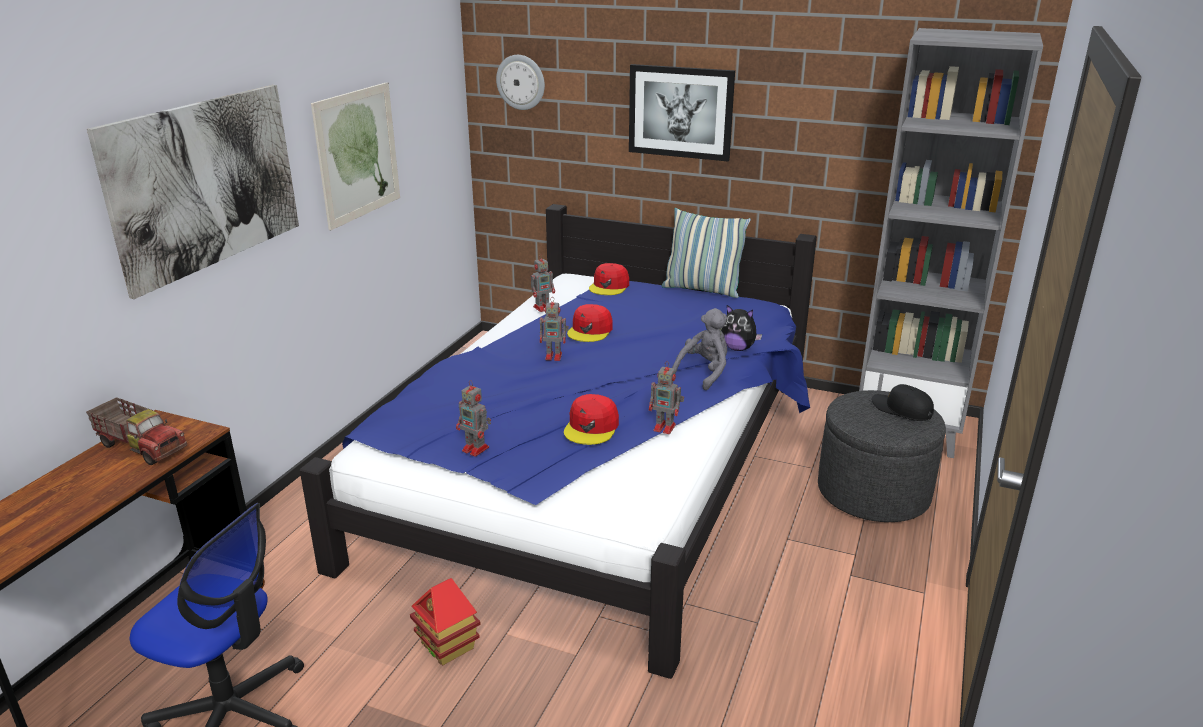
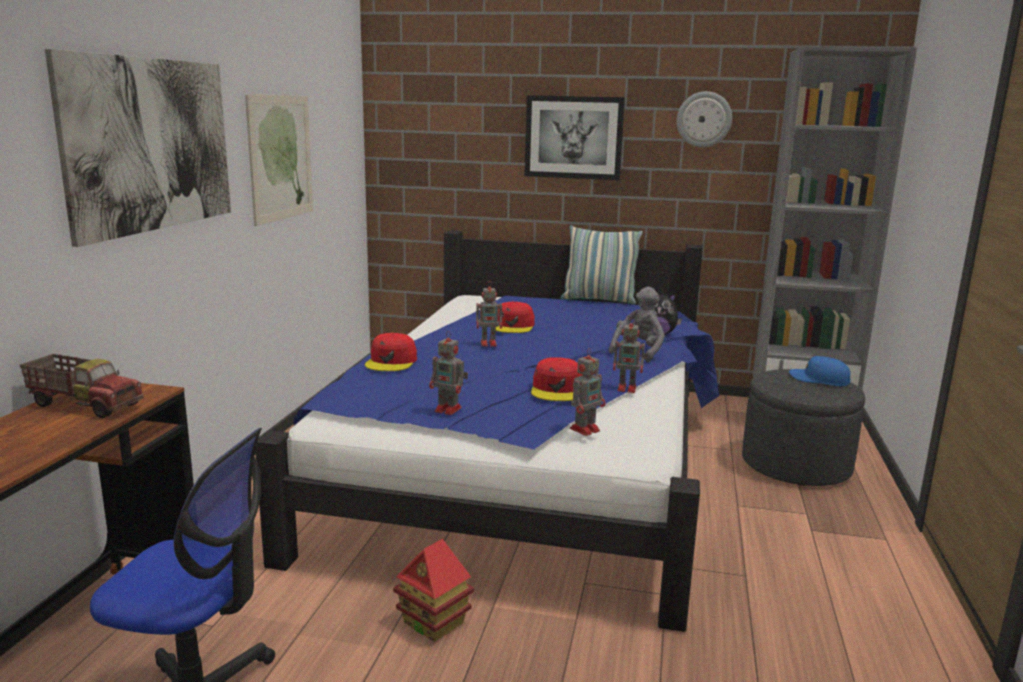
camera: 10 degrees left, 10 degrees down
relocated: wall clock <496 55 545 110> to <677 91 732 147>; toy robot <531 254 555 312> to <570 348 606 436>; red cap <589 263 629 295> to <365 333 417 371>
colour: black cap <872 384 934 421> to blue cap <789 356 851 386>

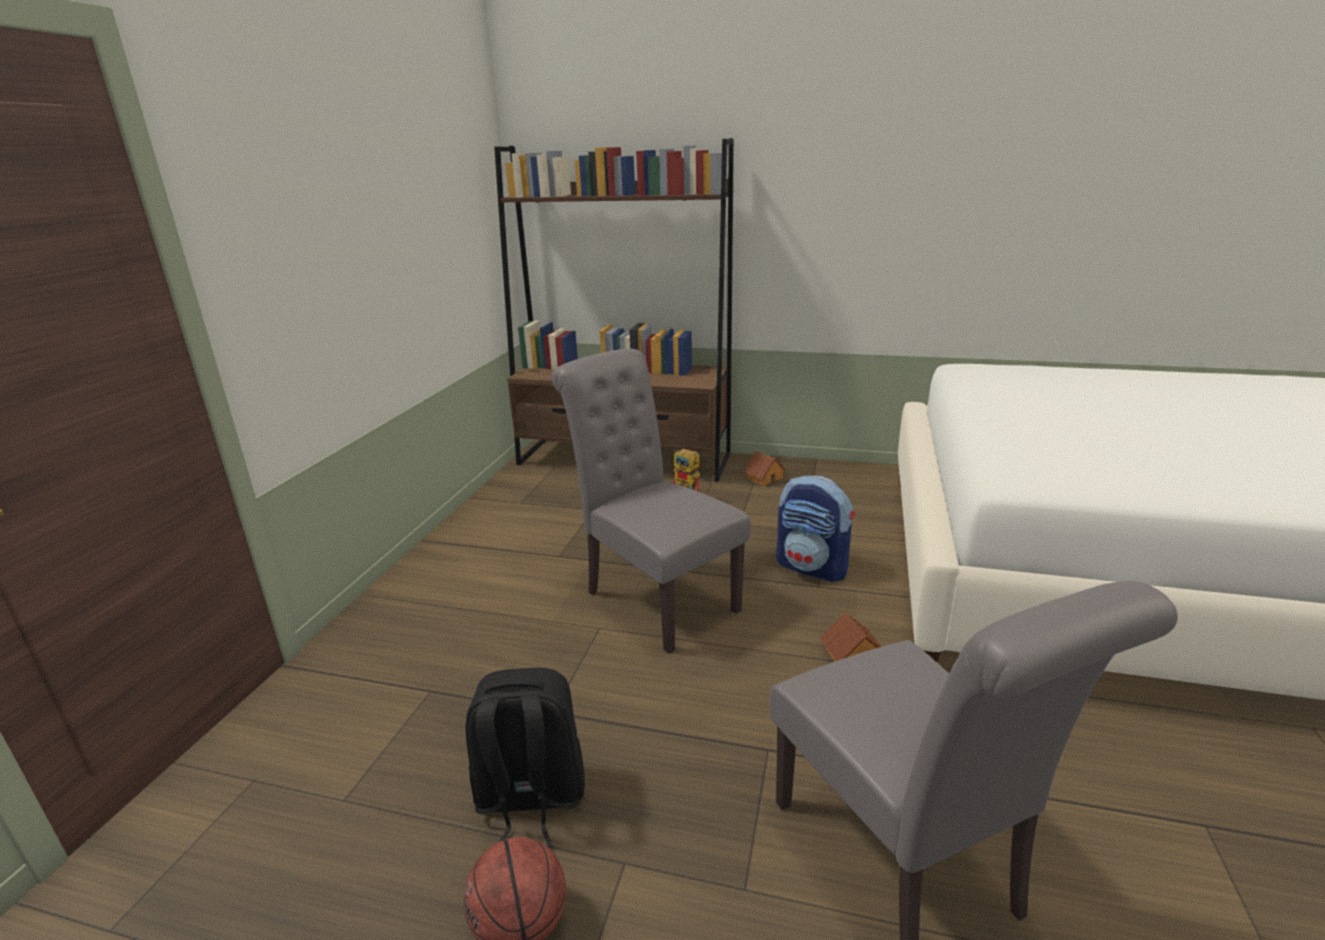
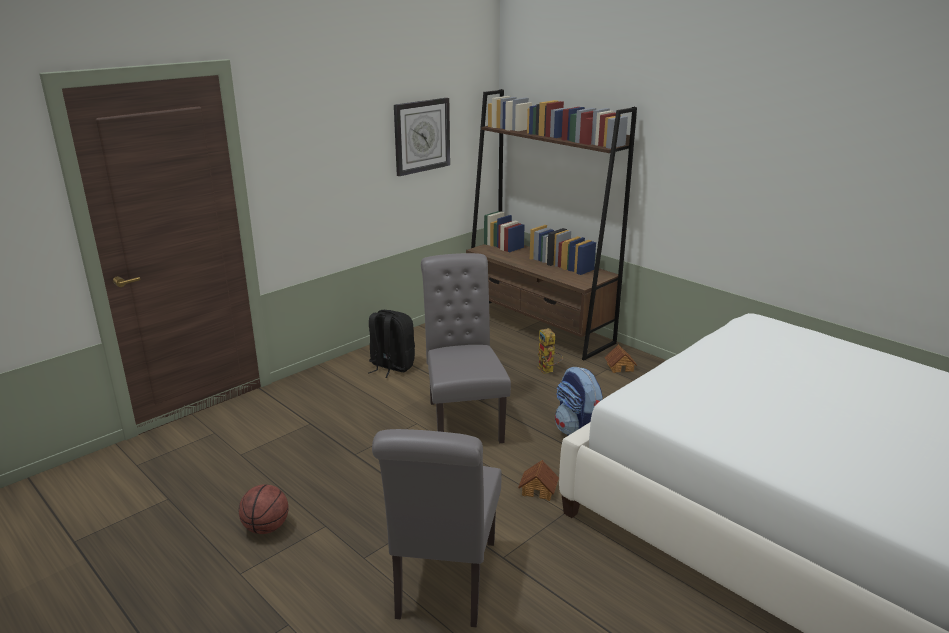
camera: 30 degrees right, 0 degrees up
appeared: wall clock <394 98 450 176>
relocated: black backpack <465 668 585 848> to <368 310 415 378>

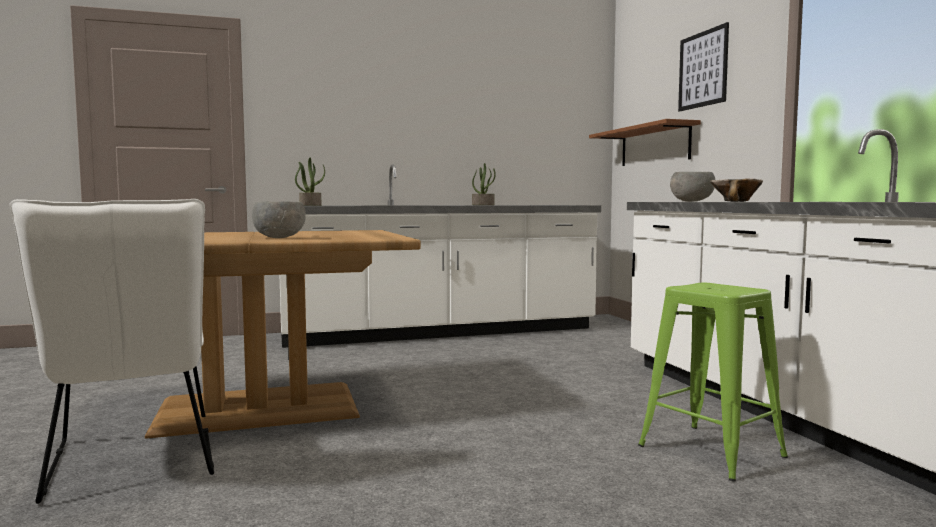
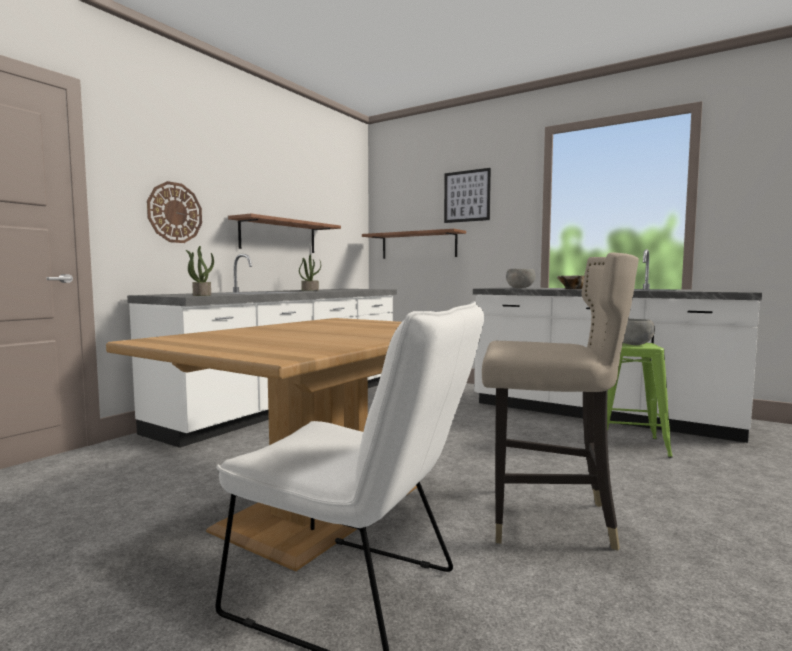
camera: 40 degrees left, 0 degrees up
appeared: wall clock <147 181 202 243>; brown shelf <228 214 341 253>; beige stool <482 252 639 550>
relocated: grey bowl <252 201 306 238> to <623 319 655 345>

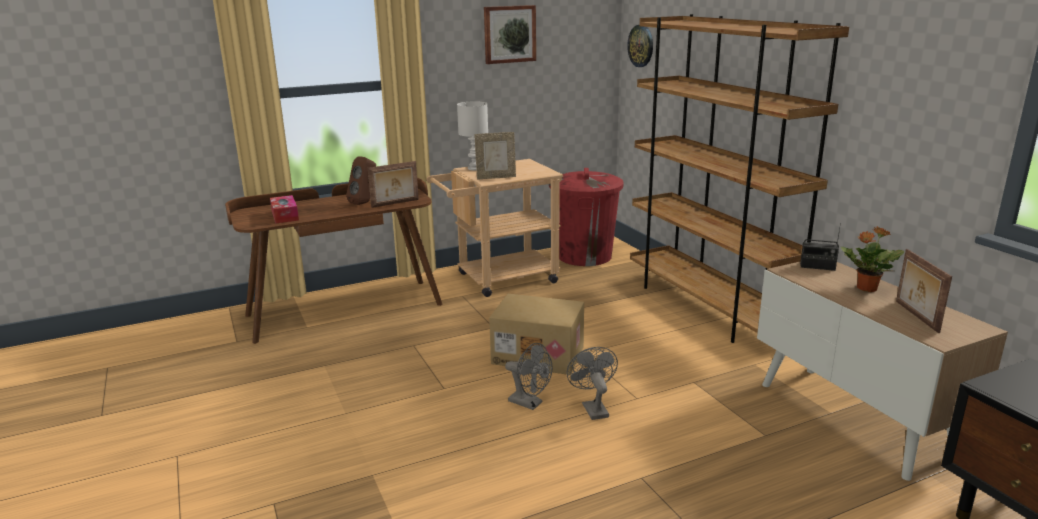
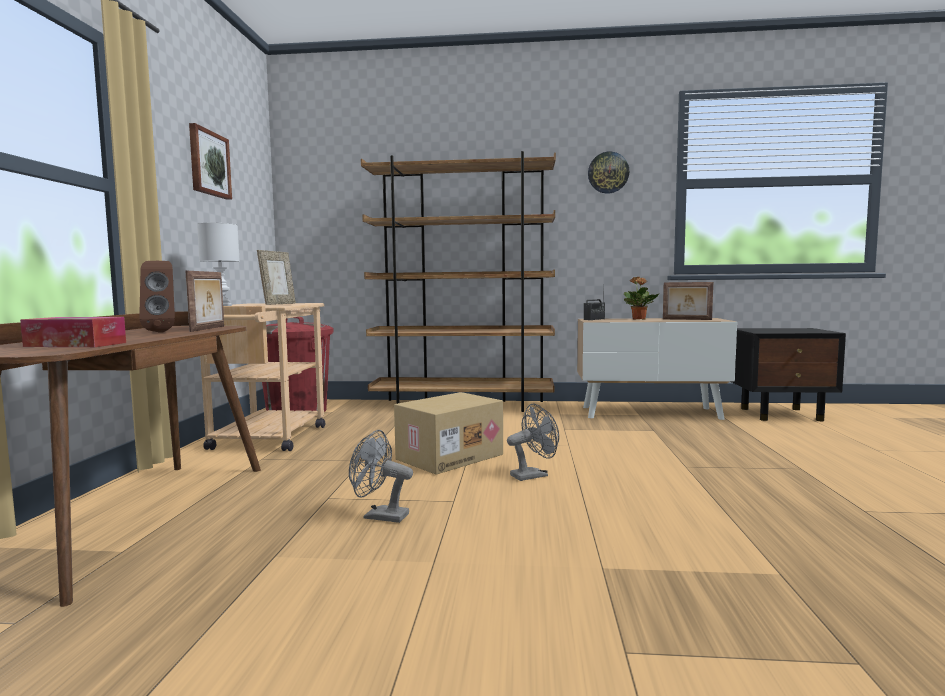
camera: 60 degrees left, 15 degrees down
relocated: grey fan <567 347 618 420> to <349 430 413 523>; wall clock <627 25 653 67> to <588 151 629 194>

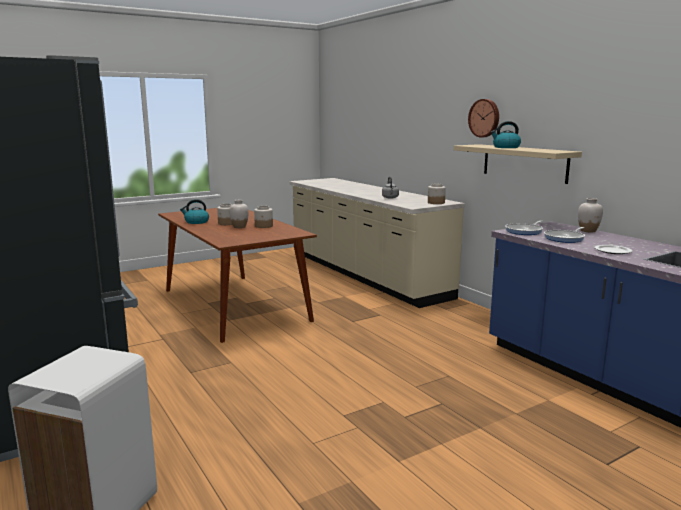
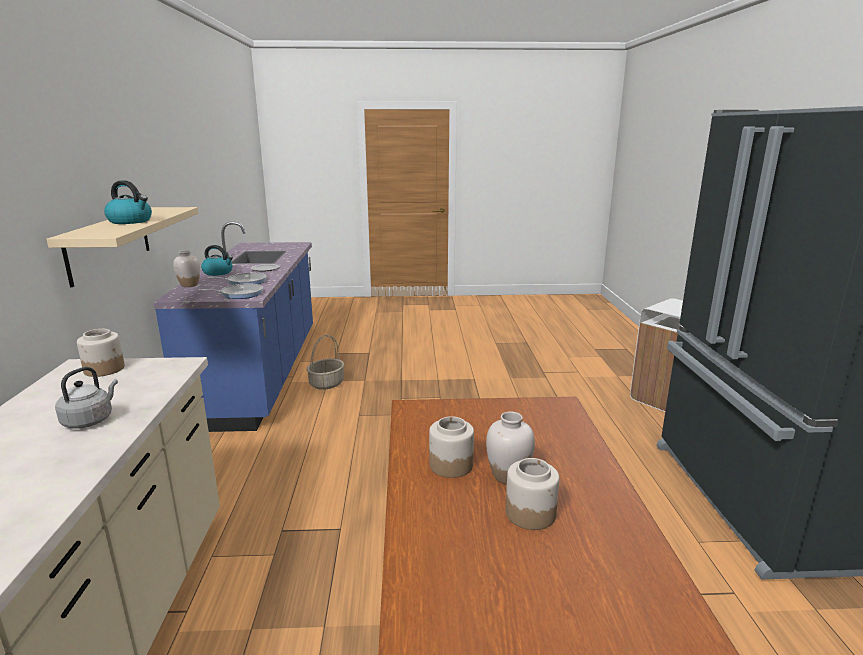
camera: 150 degrees left, 5 degrees up
missing: wall clock <468 99 499 137>
appeared: basket <307 335 344 390>
relocated: kettle <180 199 209 224> to <201 245 233 276>

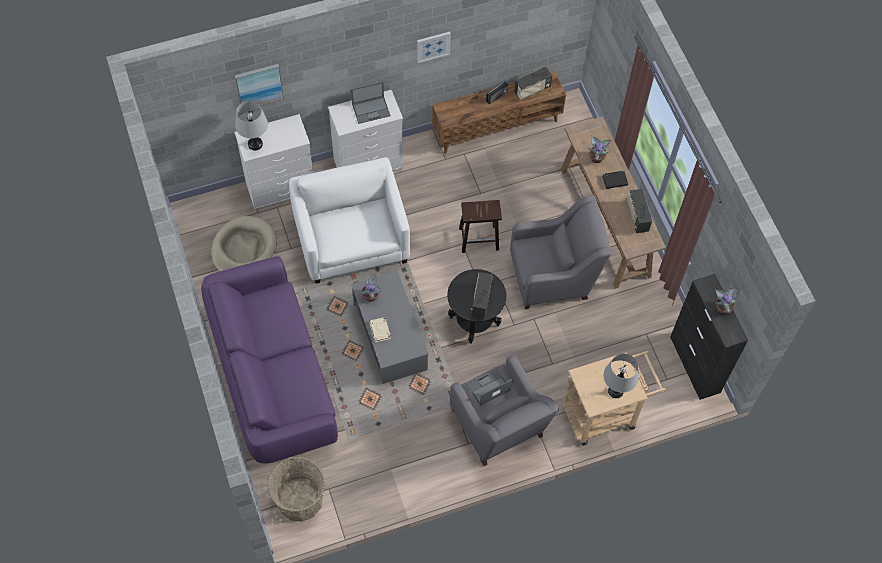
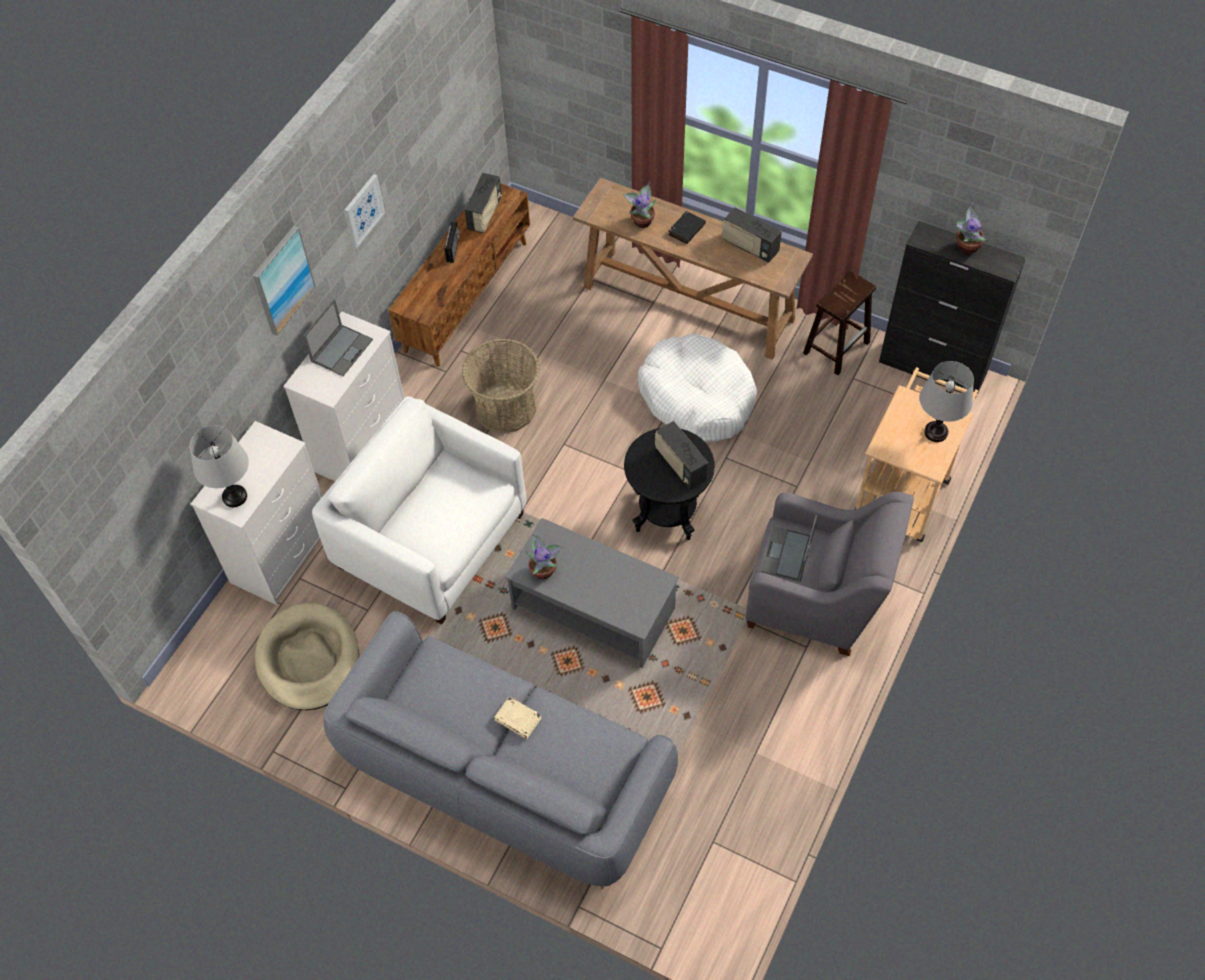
camera: 40 degrees left, 5 degrees down
relocated: picture <235 64 284 106> to <252 226 316 336>; basket <268 457 325 522> to <462 339 540 433>; beige book <369 317 391 342> to <494 696 542 739>; brown stool <459 200 502 253> to <803 272 876 375>
exchanged: grey armchair <510 195 612 309> to white dog bed <638 334 757 442>
colour: purple sofa <201 256 338 464> to grey sofa <323 611 678 889>

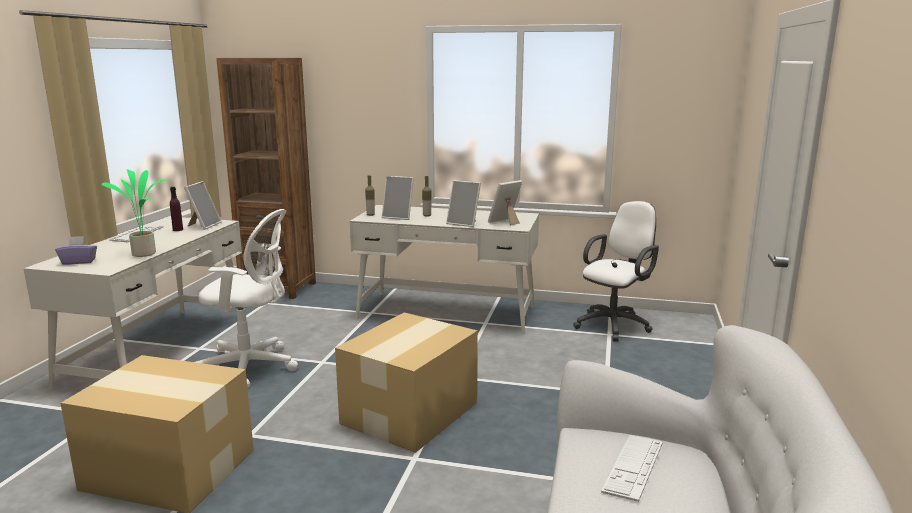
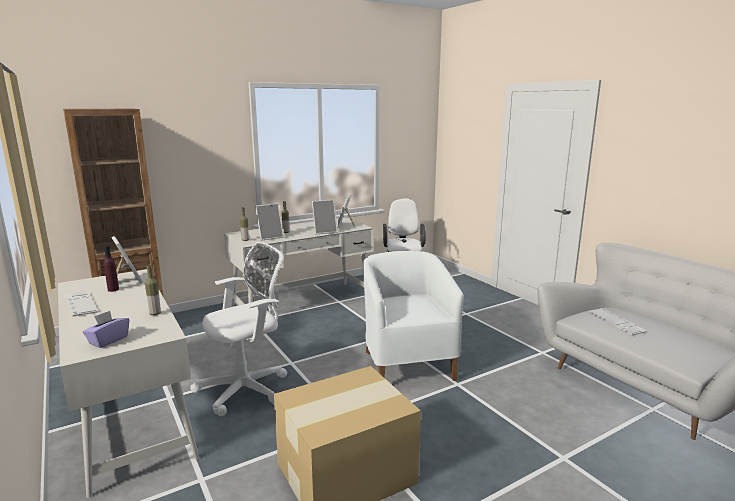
camera: 45 degrees left, 0 degrees up
exchanged: potted plant <101 169 167 257> to bottle <145 264 161 315>; cardboard box <335 312 478 453> to white armchair <363 251 464 381>

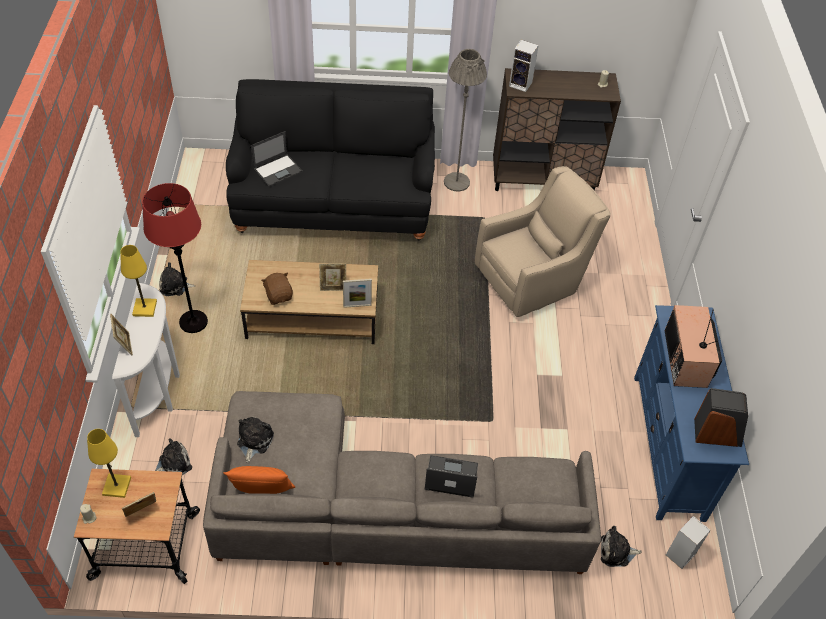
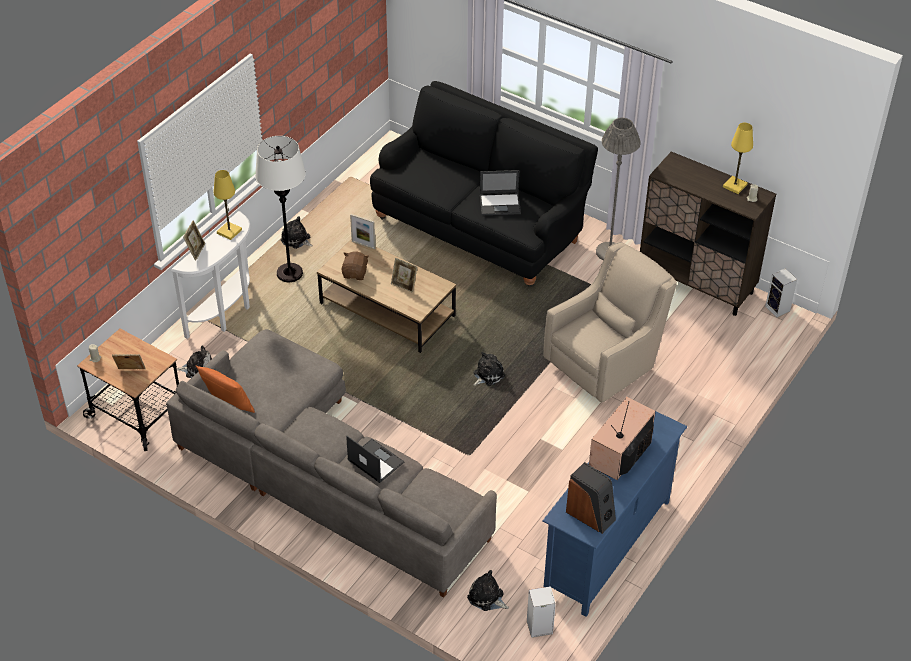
camera: 35 degrees right, 5 degrees down
relocated: yellow table lamp <87 429 131 498> to <723 123 753 194>; plush toy <237 417 274 463> to <474 352 505 386>; laptop <251 131 303 187> to <480 170 521 215>; picture frame <343 279 372 308> to <350 214 375 249>; speaker <509 40 539 92> to <765 268 797 318>
colour: red floor lamp <142 183 208 333> to white floor lamp <255 136 306 282>
spun: beige armchair <475 166 611 317> = <543 242 677 402> 45 degrees counterclockwise

